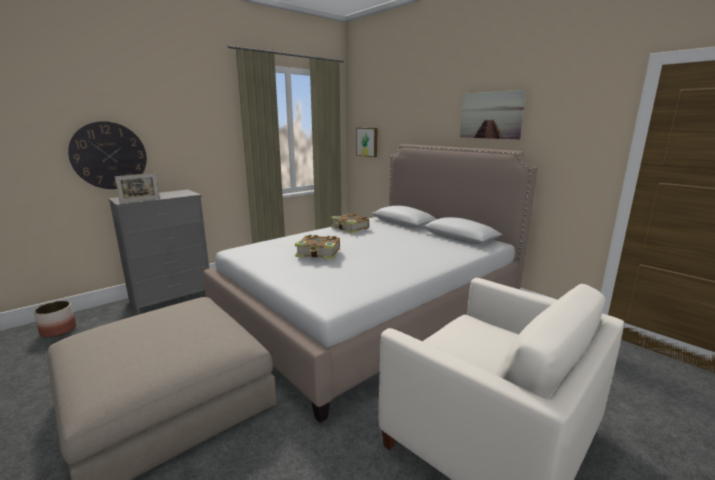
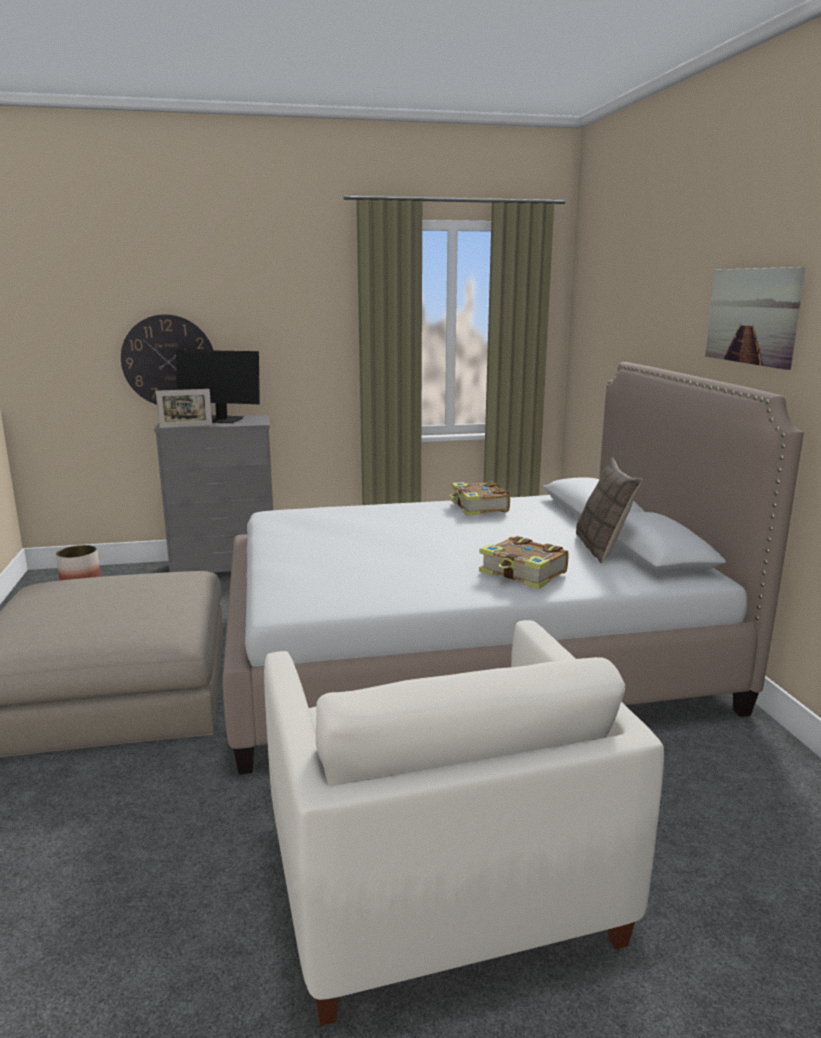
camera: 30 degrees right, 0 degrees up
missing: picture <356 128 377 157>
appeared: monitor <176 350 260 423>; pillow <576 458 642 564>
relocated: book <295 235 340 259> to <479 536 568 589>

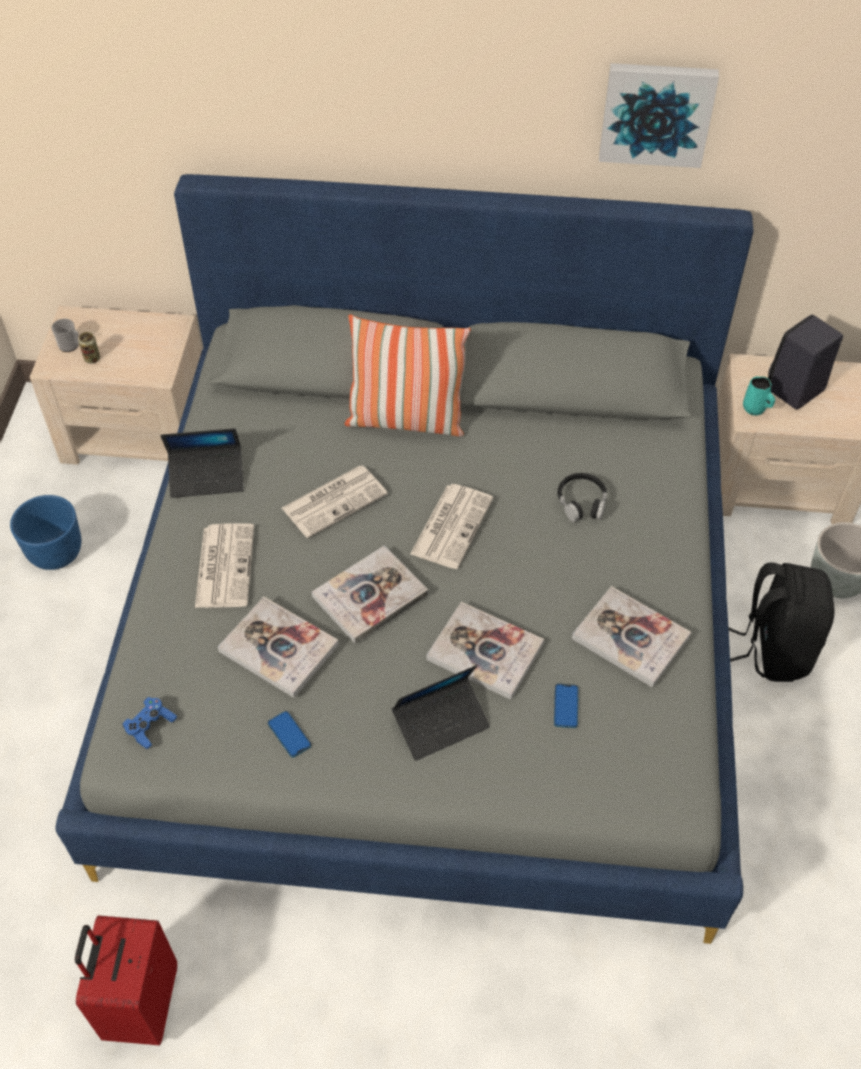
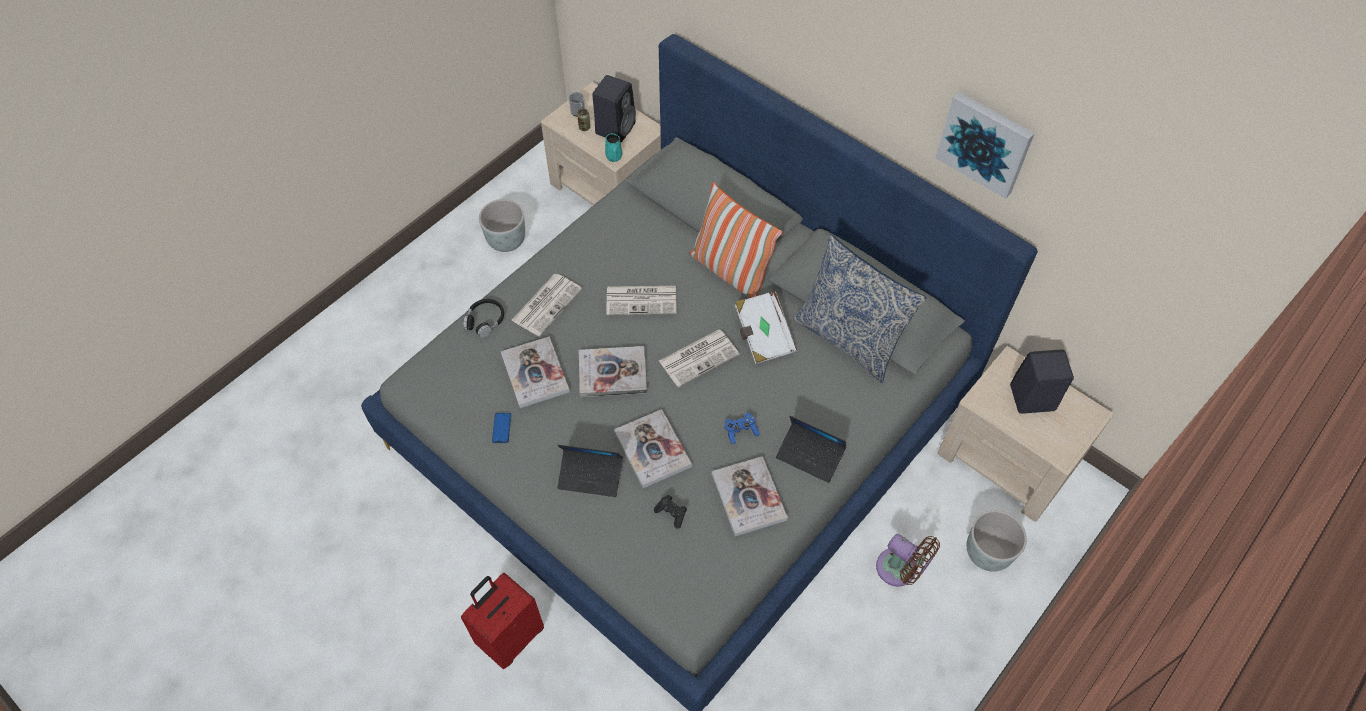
camera: 35 degrees right, 5 degrees up
appeared: black speaker <592 75 636 142>; white book <735 291 797 364>; pillow <793 235 927 383>
relocated: red suitcase <75 916 177 1045> to <461 573 544 669>; blue game controller <122 697 177 749> to <725 413 760 444>; laptop <160 428 244 498> to <776 416 846 483>; black headphones <557 473 607 522> to <463 299 504 338>; turquoise mug <743 377 775 416> to <605 133 622 162>
exchanged: phone <554 684 578 728> to black game controller <654 495 687 529>; black backpack <728 562 835 682> to brown fan <876 534 940 587>
colour: blue planter <10 495 81 570> to grey planter <479 199 525 252>

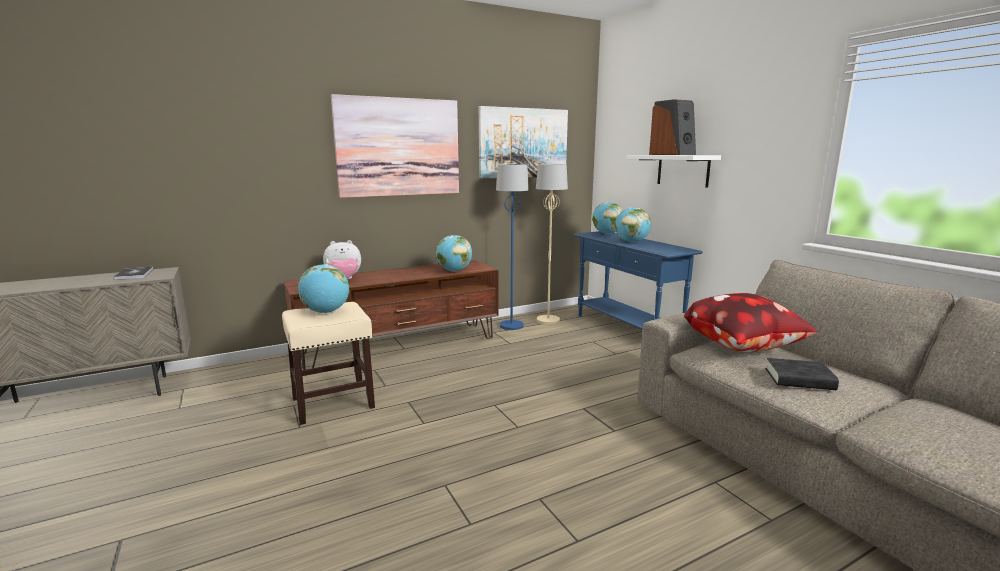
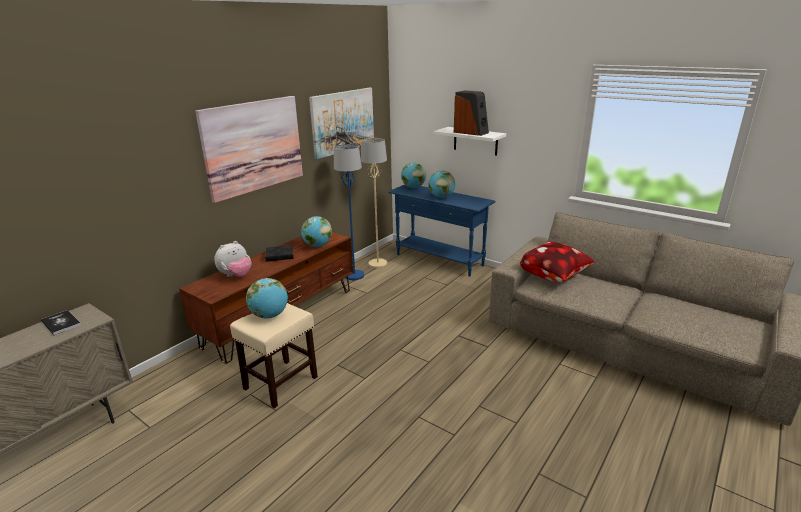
camera: 25 degrees left, 10 degrees up
relocated: black book <766 358 839 390> to <265 245 294 262>

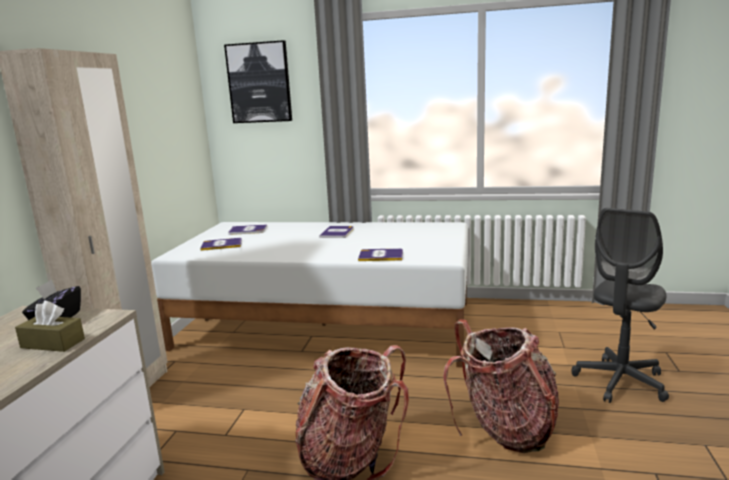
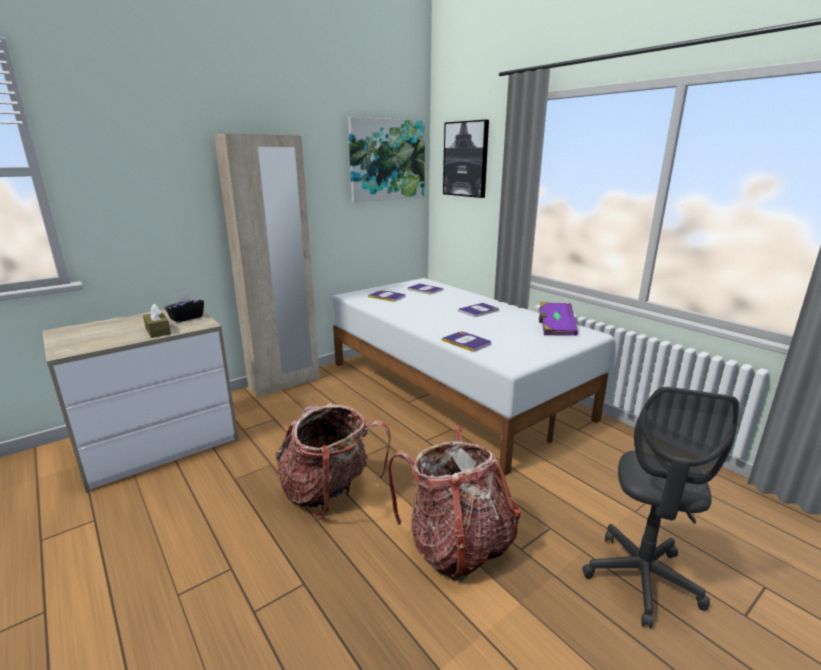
camera: 40 degrees right, 5 degrees up
appeared: picture <348 117 425 202>; purple book <539 302 578 336>
spun: grey office chair <571 208 669 403> = <582 387 739 629> 60 degrees counterclockwise

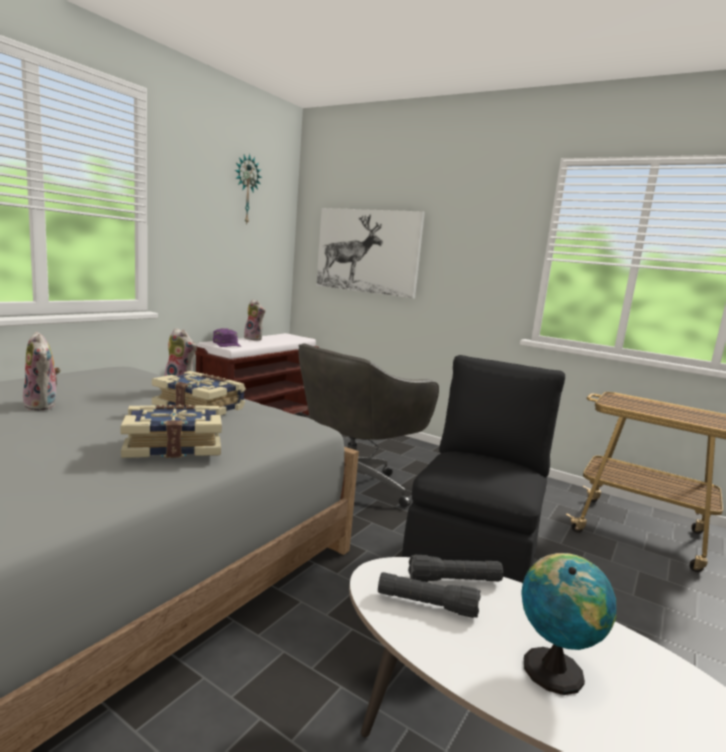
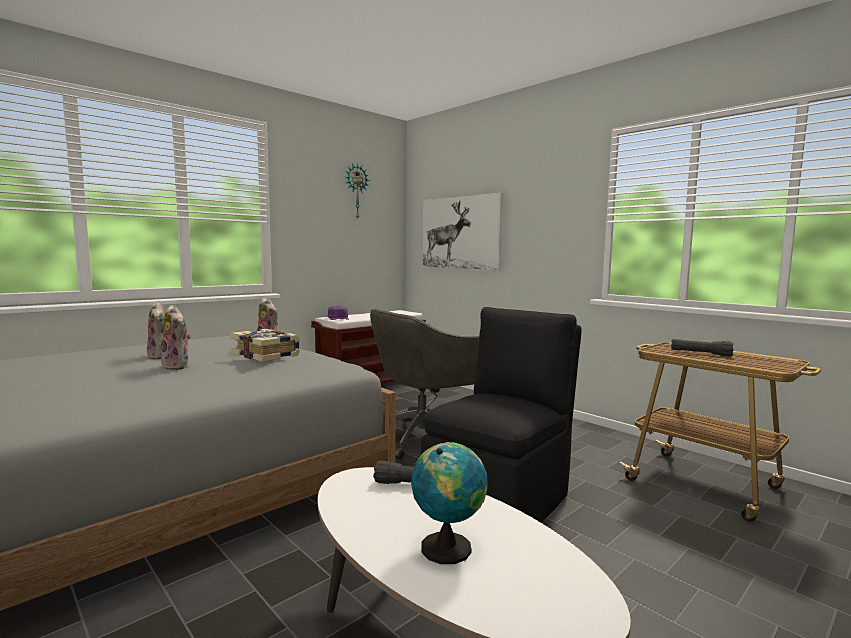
camera: 15 degrees right, 5 degrees down
missing: book <121 405 222 458>
relocated: plush toy <244 299 265 341> to <161 305 191 370>; black flashlight <378 572 481 618> to <671 339 734 356>

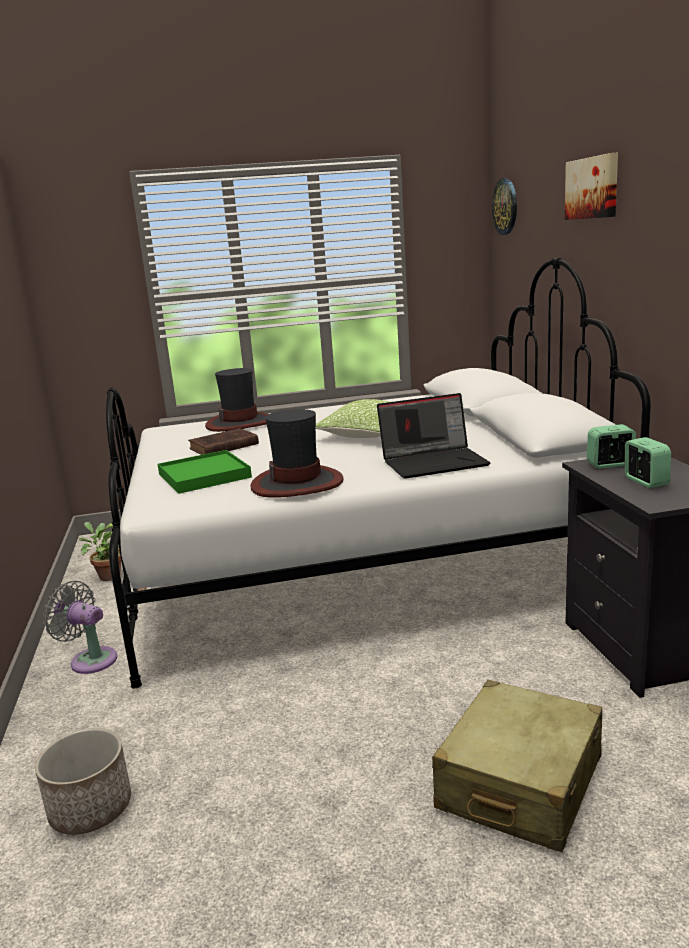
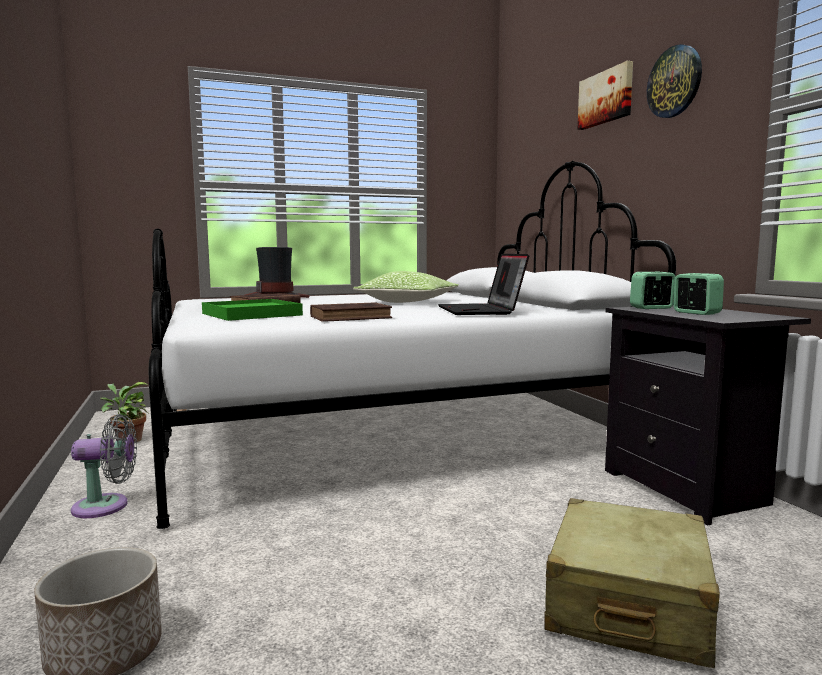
camera: 10 degrees left, 10 degrees down
relocated: wall clock <492 178 517 235> to <647 44 702 118>
exchanged: hat <251 409 343 498> to brown book <310 302 392 322>
spun: grey fan <43 581 117 674> = <71 414 137 518> 150 degrees clockwise; laptop <377 393 491 479> = <438 254 529 315> 105 degrees clockwise

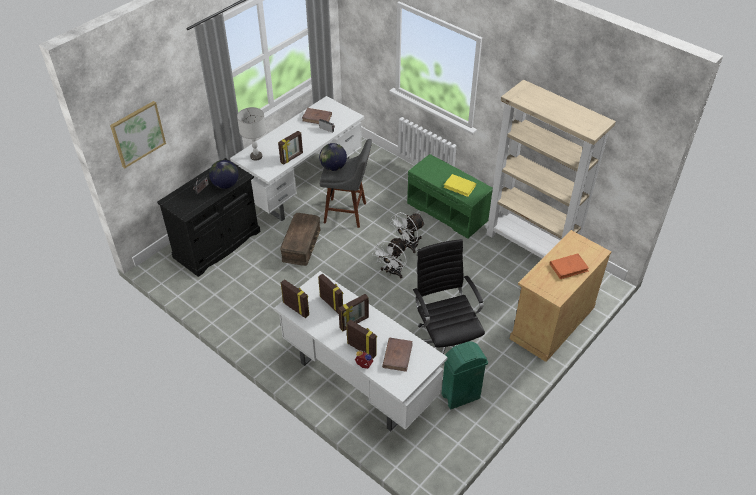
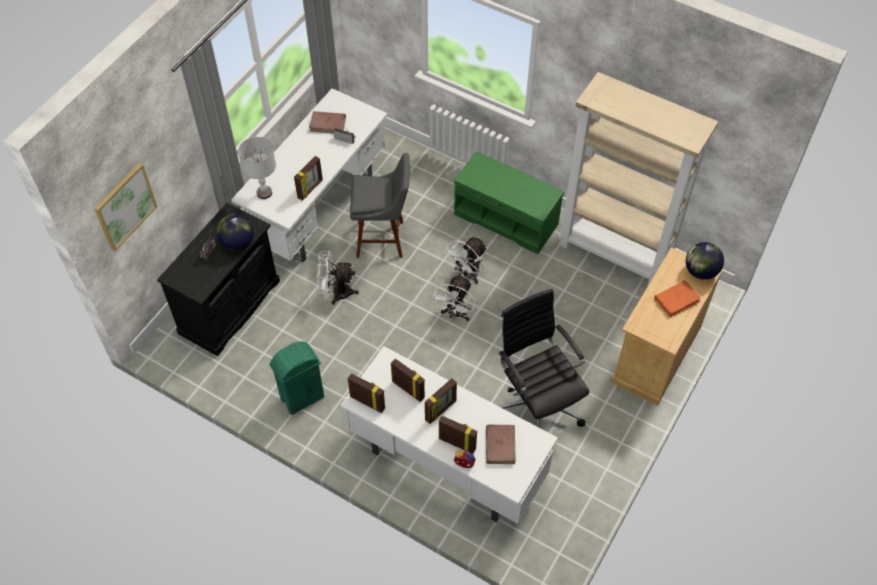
camera: 10 degrees left, 10 degrees up
missing: yellow book <444 174 476 197>
relocated: globe <319 143 347 171> to <686 242 724 280>; green trash can <441 341 488 409> to <270 341 324 415>
exchanged: brown storage box <280 213 320 266> to white fan <317 251 359 305>

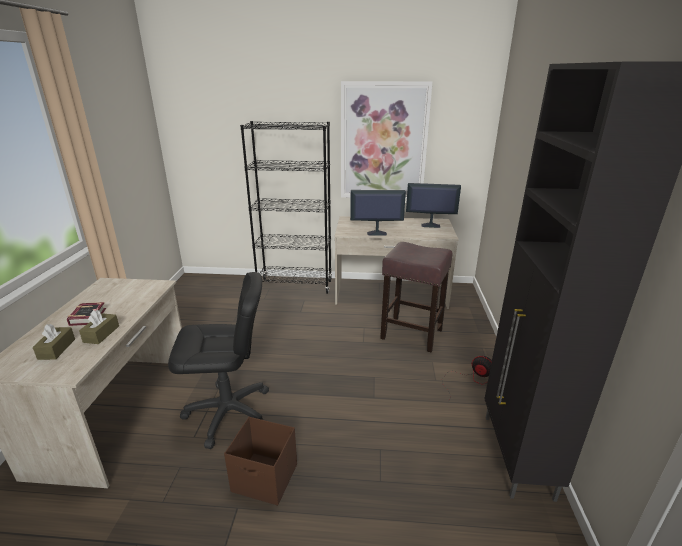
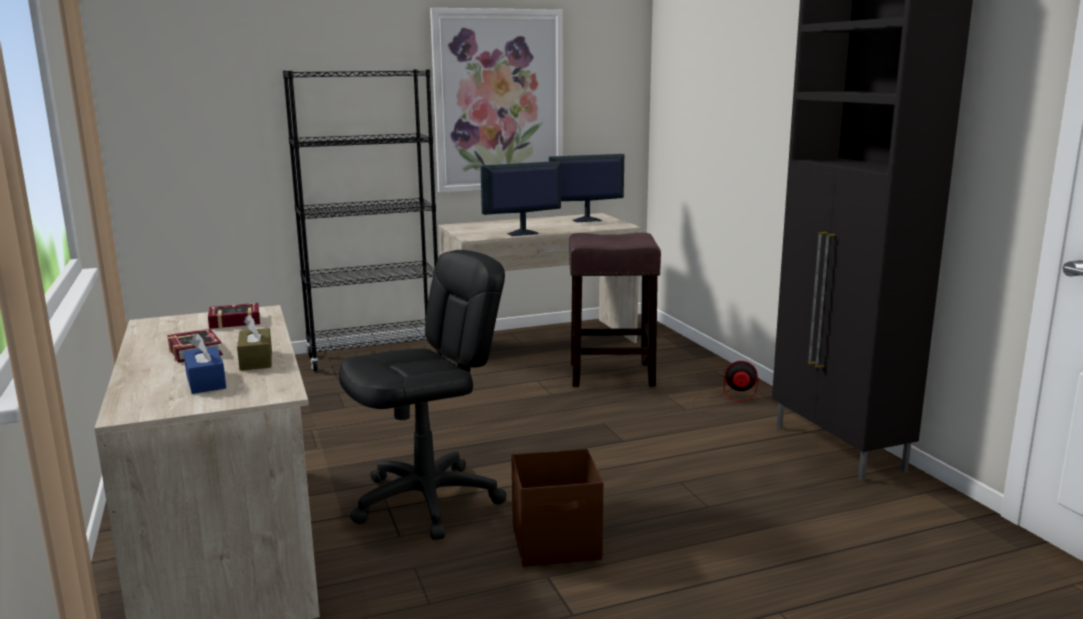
camera: 25 degrees left, 10 degrees down
appeared: book <208 303 260 329>
colour: brown tissue box <33 324 75 360> to blue tissue box <183 333 226 394>

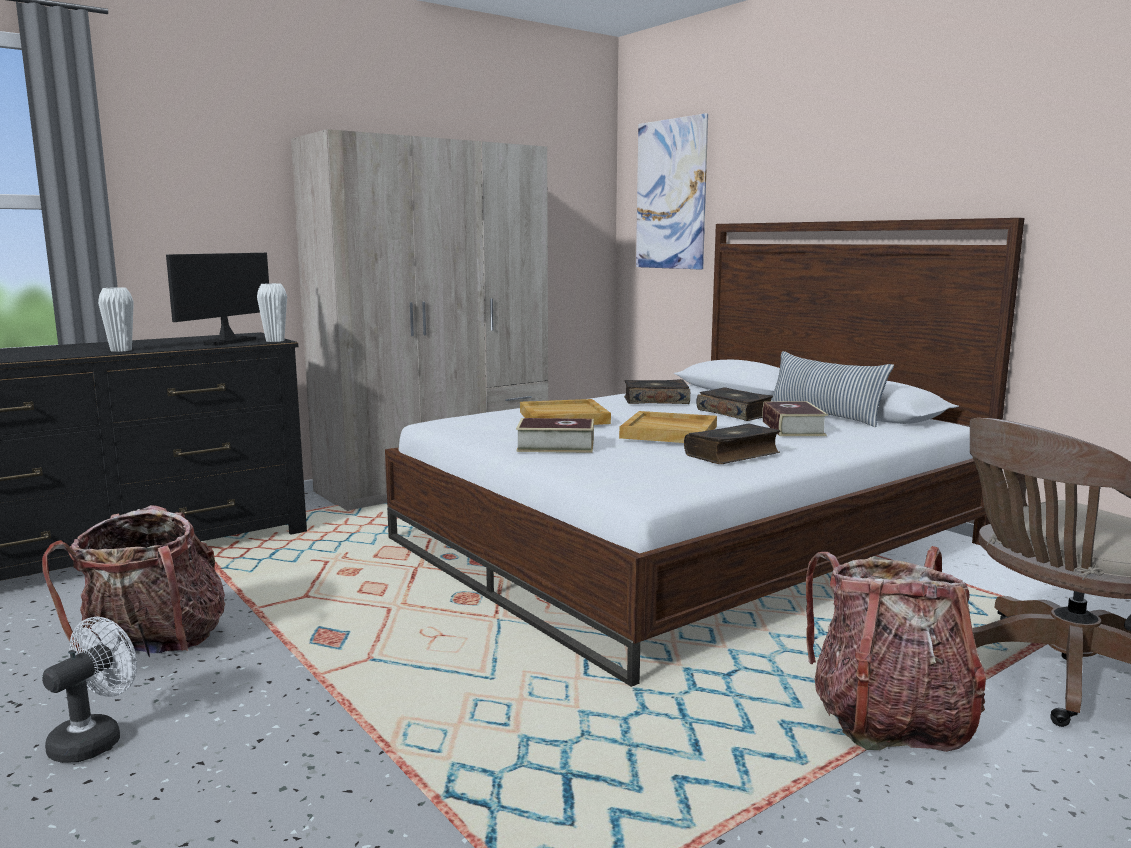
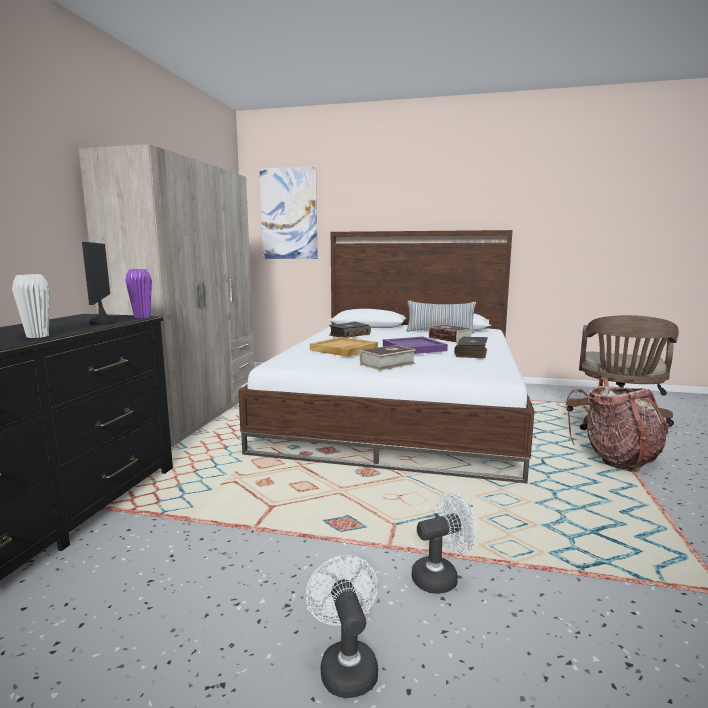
camera: 40 degrees left, 0 degrees up
missing: backpack <42 505 225 657>; book <697 387 773 421>
appeared: white fan <412 493 477 594>
colour: white vase <257 283 287 342> to purple vase <125 269 152 318>; beige tray <619 411 717 443> to purple tray <383 337 448 354>

